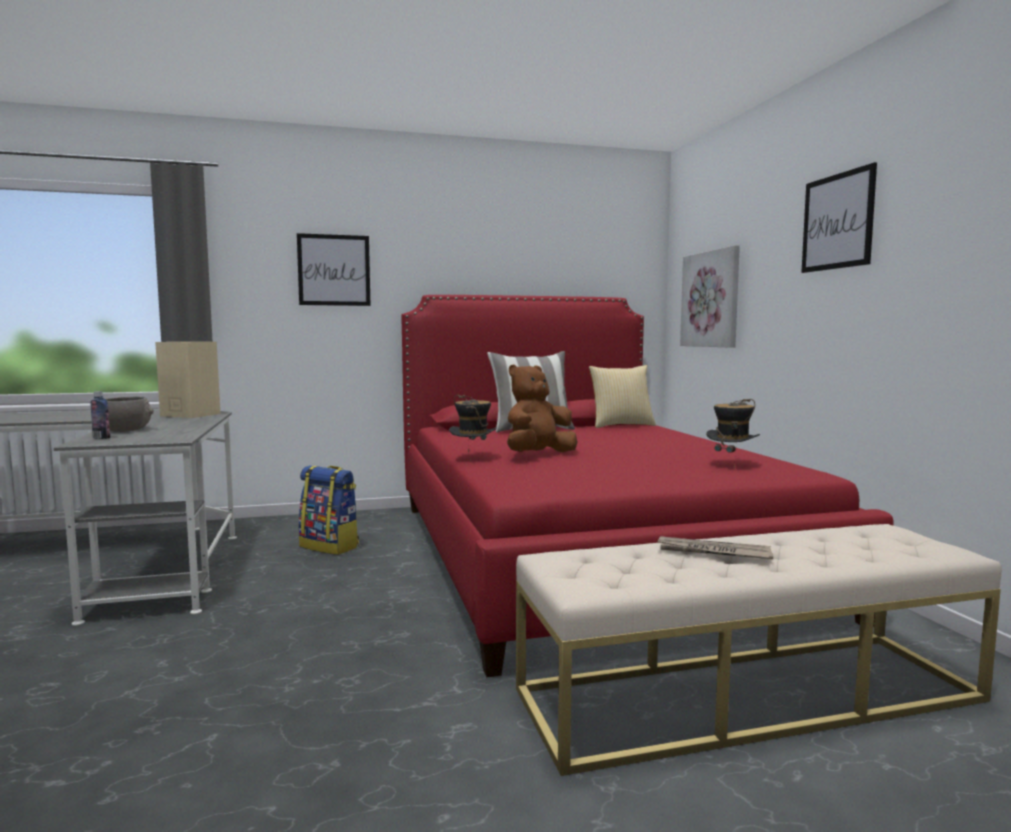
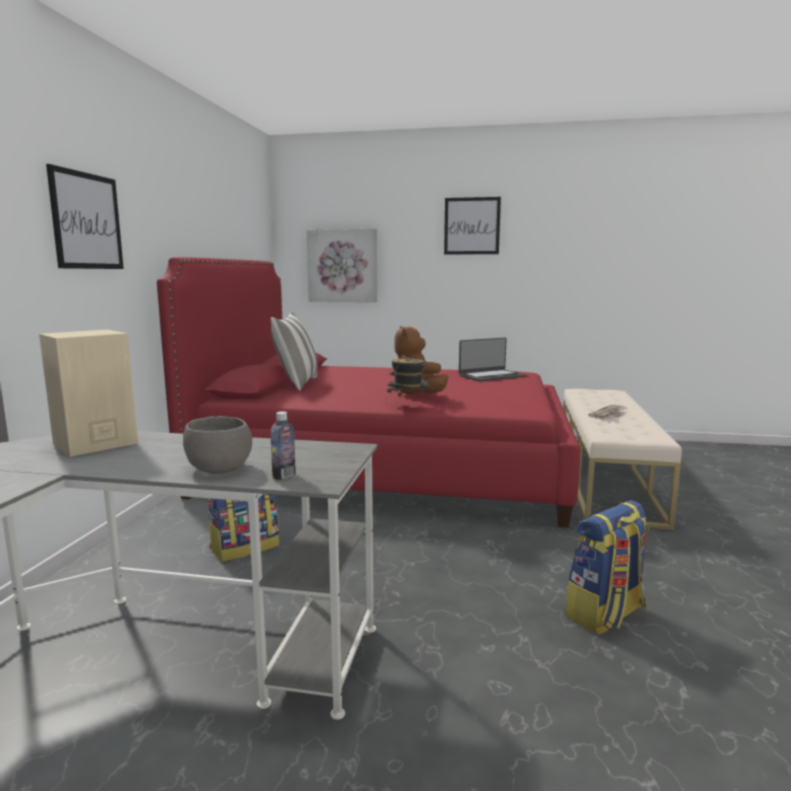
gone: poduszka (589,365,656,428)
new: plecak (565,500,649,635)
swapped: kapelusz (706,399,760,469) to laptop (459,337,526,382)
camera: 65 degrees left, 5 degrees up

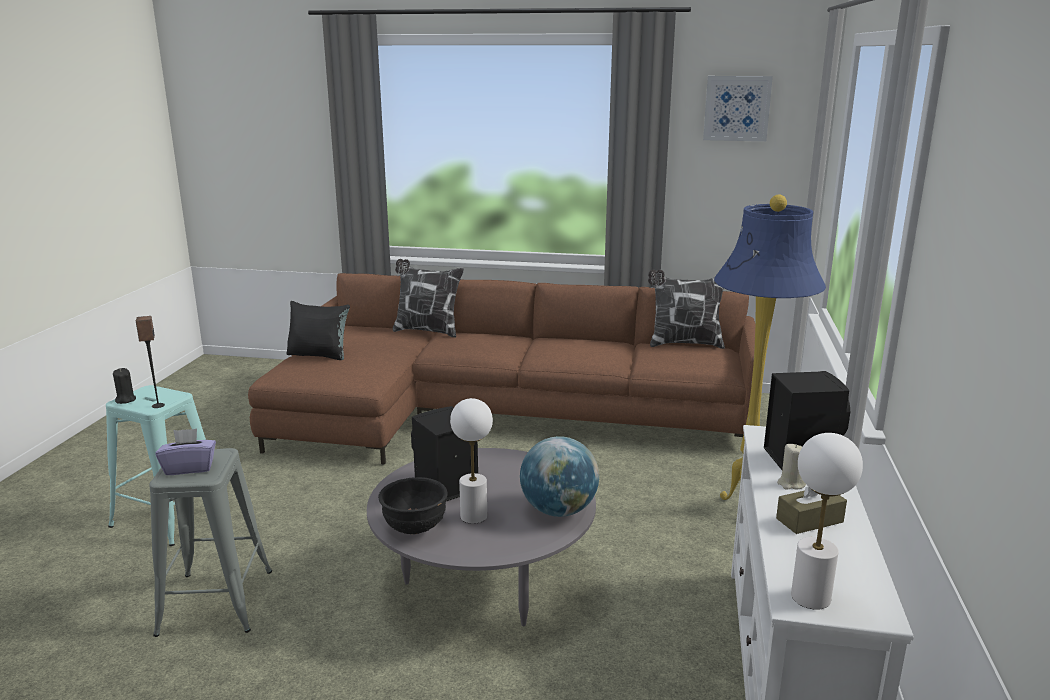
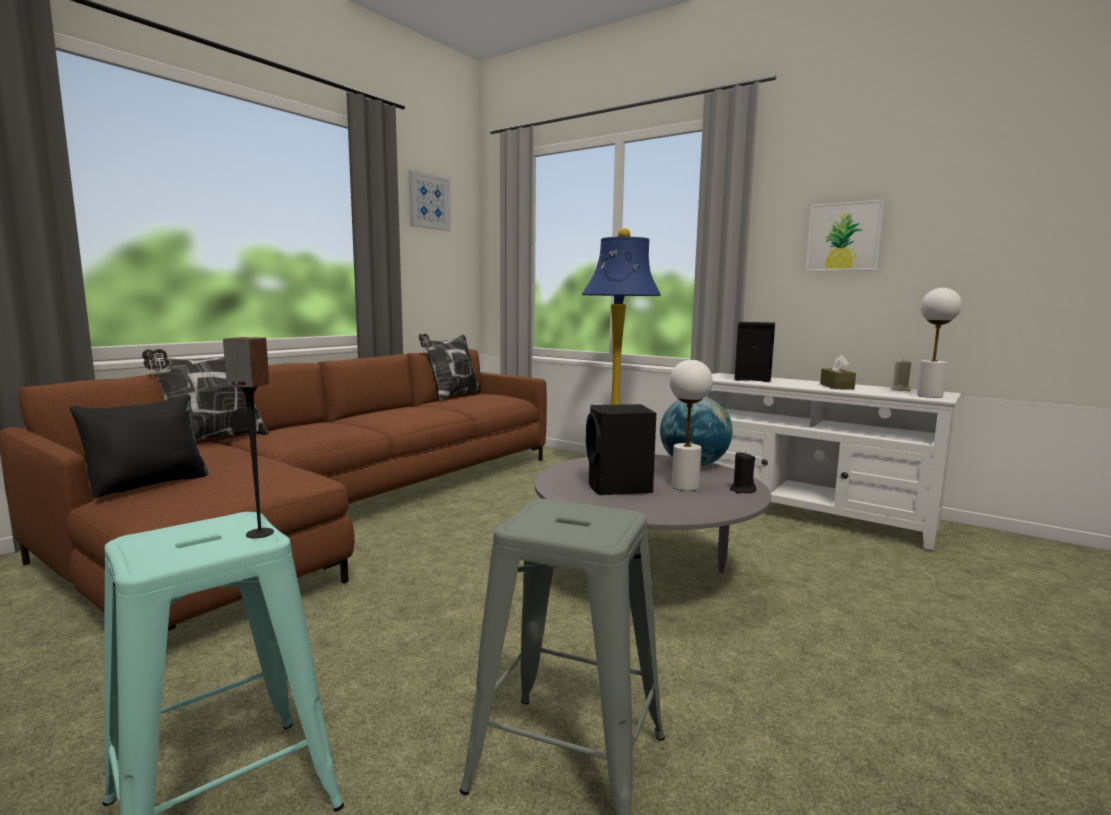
gone: pudełko chusteczek/fioletowy (155,428,216,475); miska/czarny (378,477,448,534)
new: obraz (806,199,885,271)
shifted: świeca/czarny (113,368,136,404) to (730,451,756,493); świeca/beżowy (777,444,806,490) to (891,360,911,391)
camera: 65 degrees left, 10 degrees down

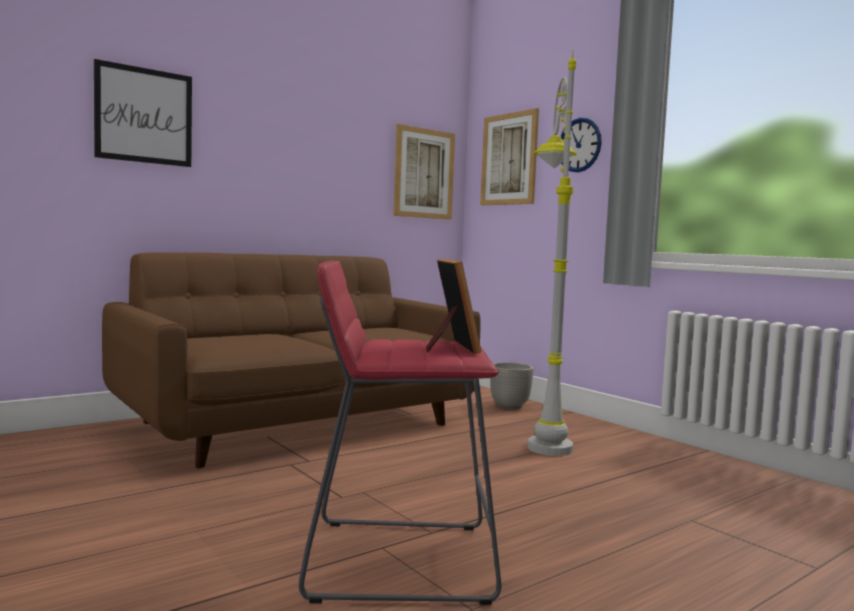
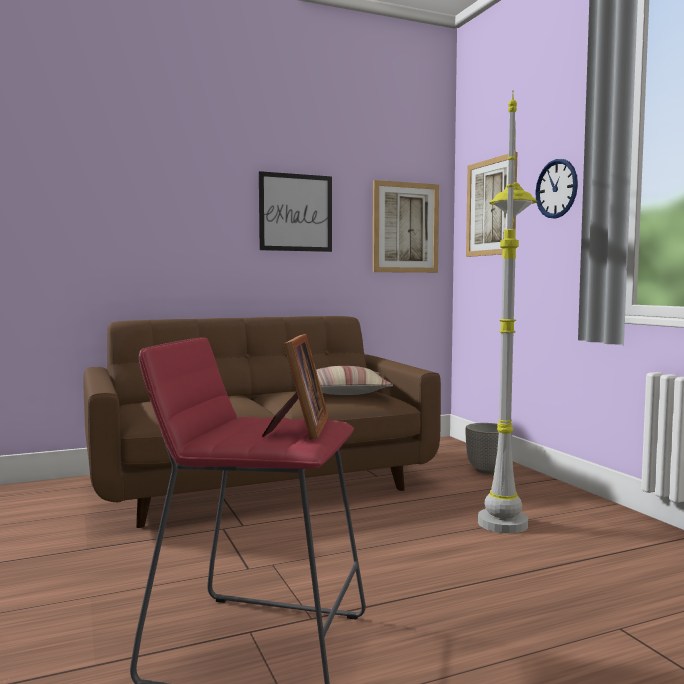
new: poduszka (316,366,393,395)
shifted: obraz (94,59,192,167) to (259,171,332,252)
camera: 15 degrees right, 0 degrees up

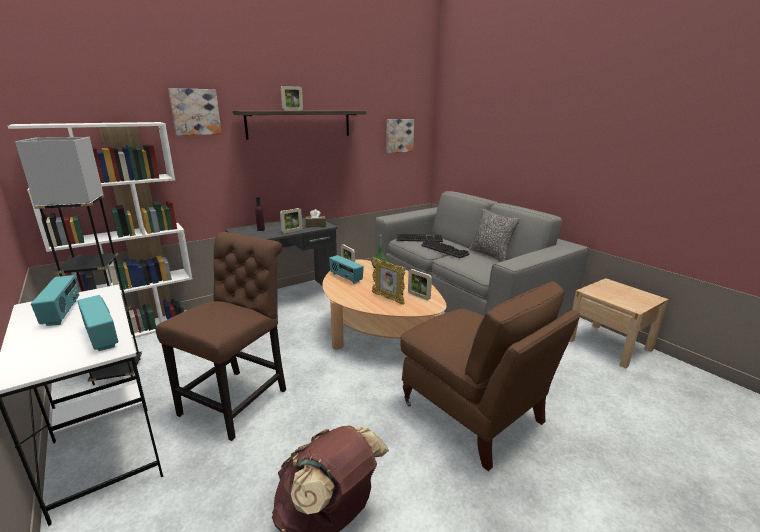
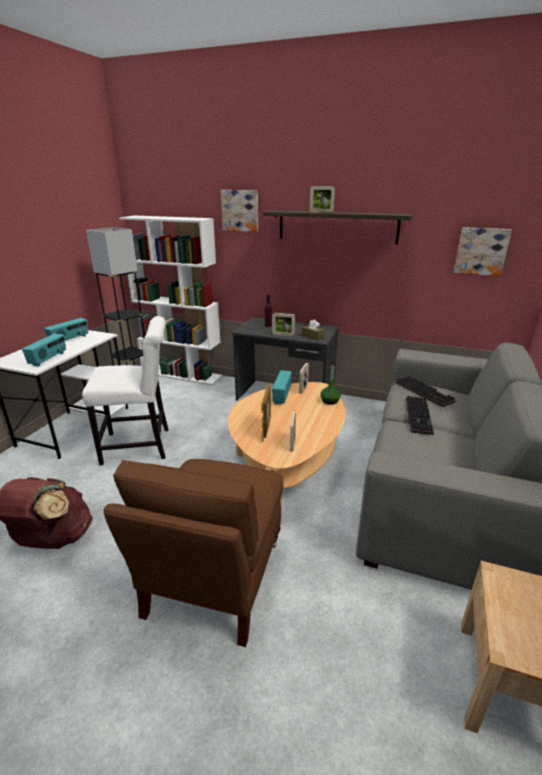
gone: poduszka (469,209,520,262)
repainted: krzesło/brązowy (155,232,286,441) to krzesło/biały (82,316,169,465)
camera: 55 degrees right, 5 degrees up

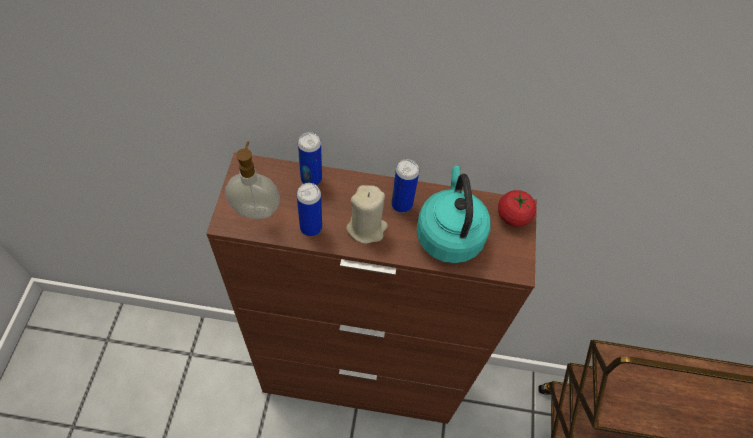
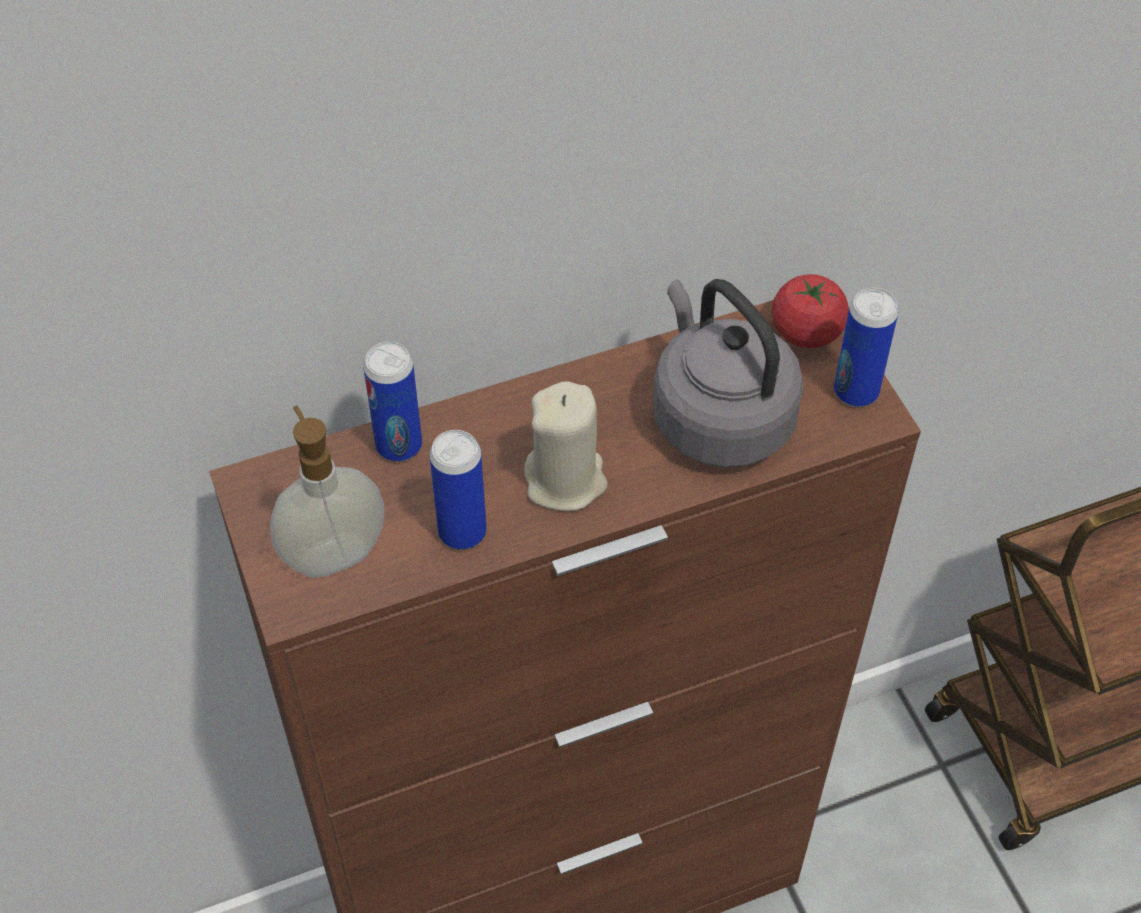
shifted: puszka (391,159,419,213) to (834,288,898,407)
repainted: czajnik/turkusowy (416,166,491,263) to czajnik/szary (653,279,804,468)
camera: 25 degrees left, 5 degrees down

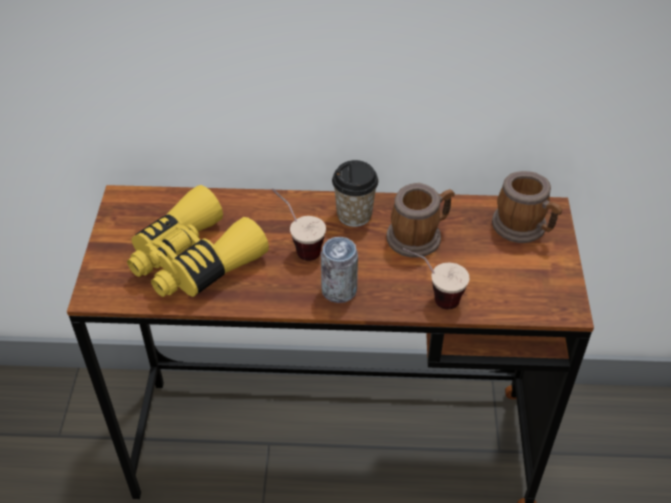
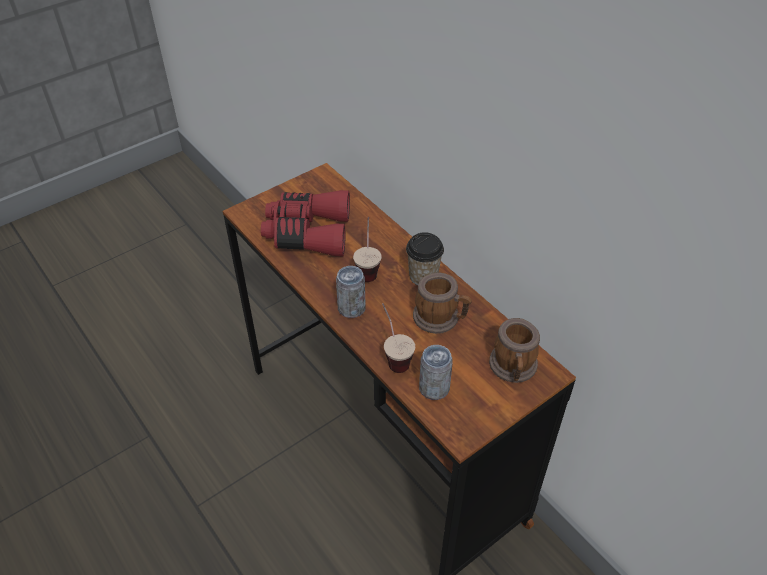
new: puszka (419,345,453,400)
repainted: lornetka/żółty (127,185,269,297) to lornetka/czerwony (261,190,350,256)
camera: 50 degrees right, 0 degrees up

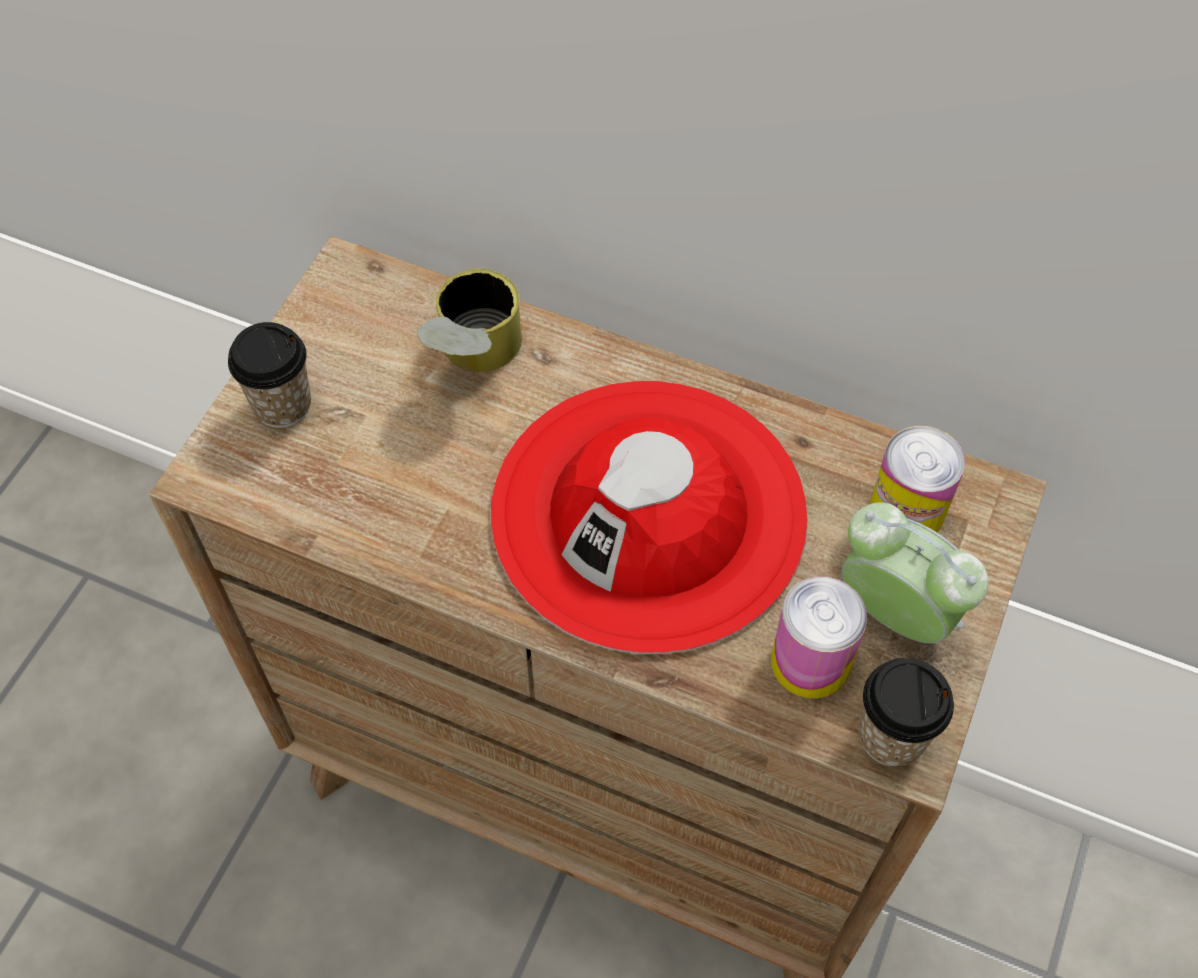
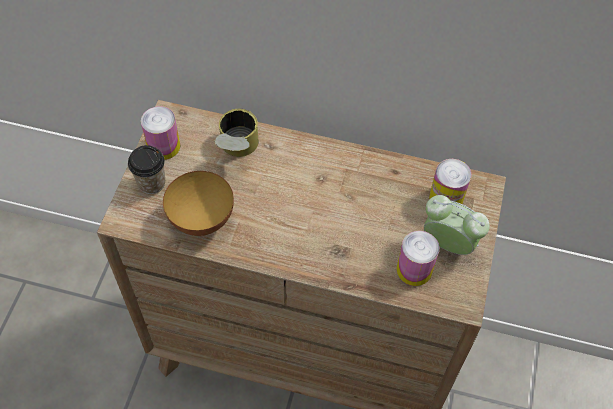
gone: kapelusz/czerwony (491,381,808,654); filiżanka (859,658,954,766)
new: puszka (141,106,180,160); miska (163,171,234,236)
camera: 10 degrees left, 0 degrees up

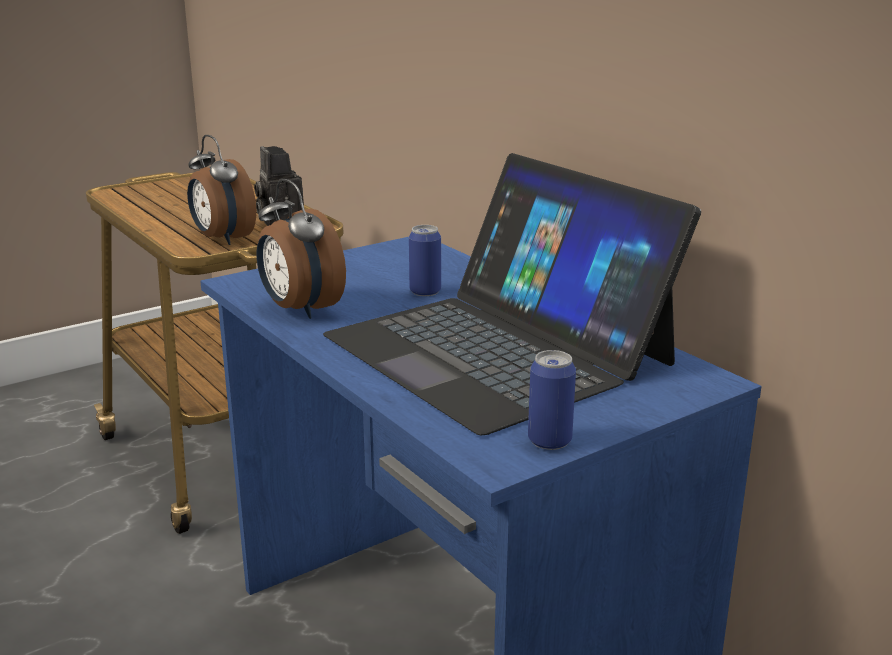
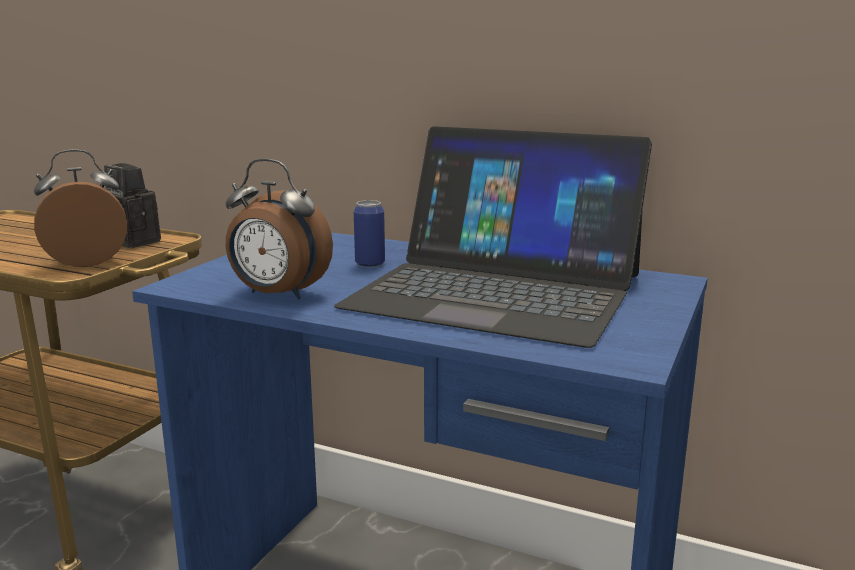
gone: puszka (528,350,576,450)
rotated: budzik (187,135,256,245) = (34,149,127,267) 135 degrees clockwise
camera: 30 degrees left, 5 degrees down

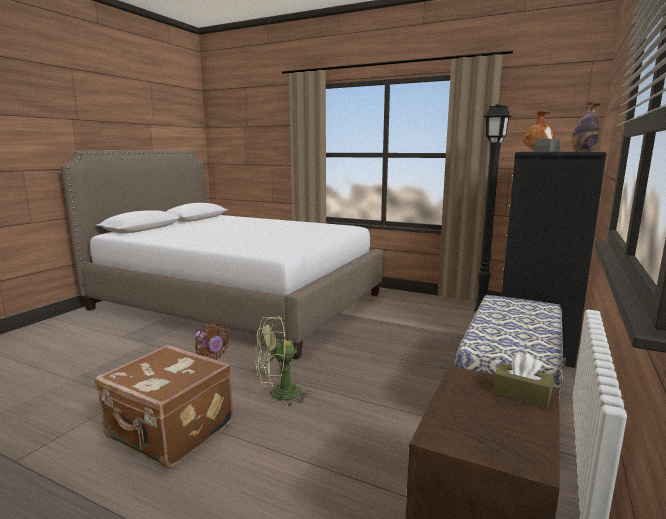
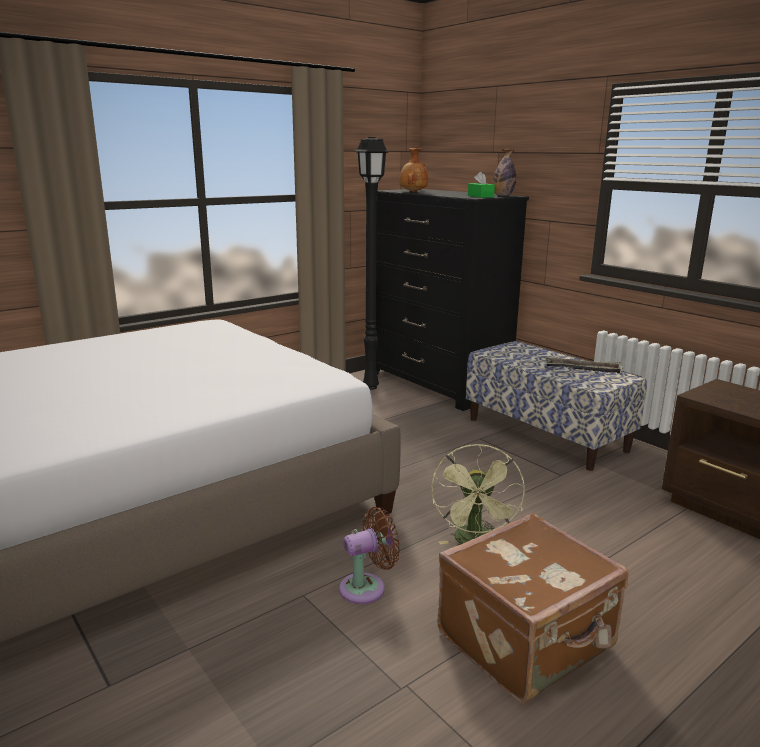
gone: pudełko chusteczek/brązowy (493,353,554,408)
new: taca (545,357,623,374)
repainted: pudełko chusteczek/szary (534,127,561,152) to pudełko chusteczek/zielony (468,172,495,198)
camera: 65 degrees left, 5 degrees up

